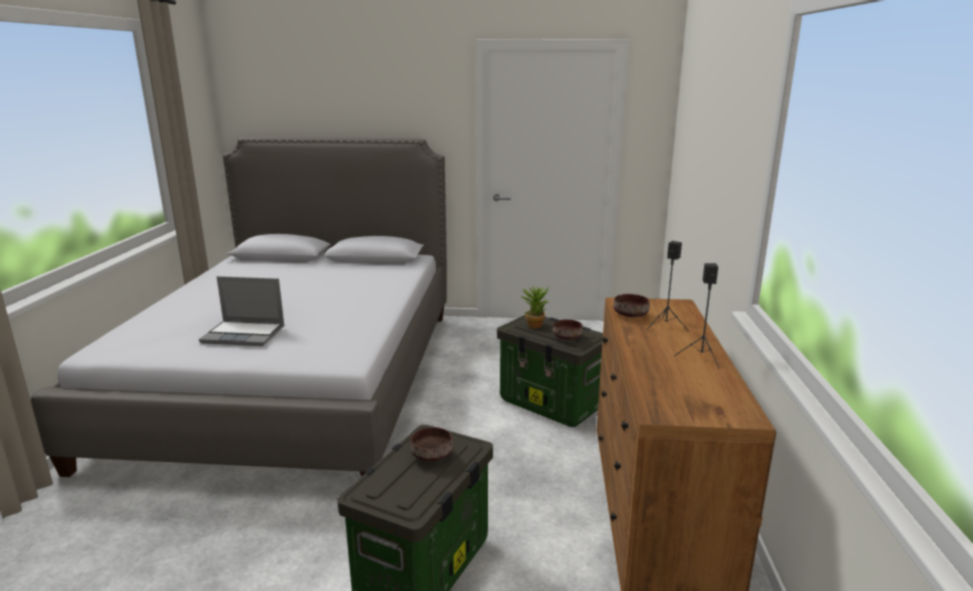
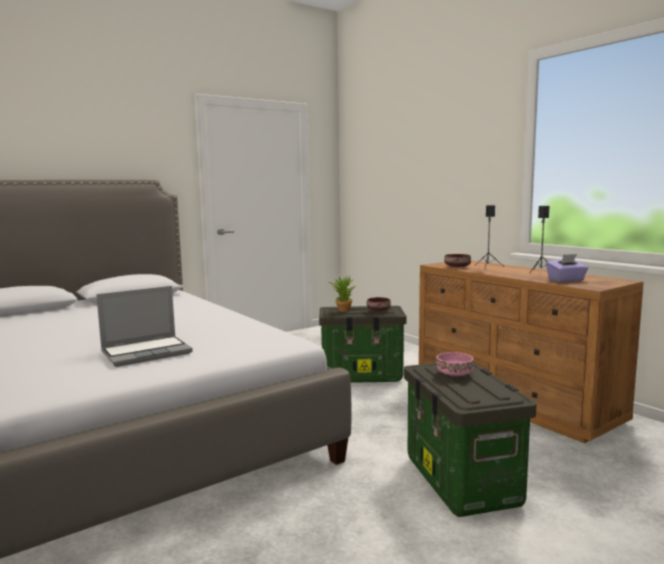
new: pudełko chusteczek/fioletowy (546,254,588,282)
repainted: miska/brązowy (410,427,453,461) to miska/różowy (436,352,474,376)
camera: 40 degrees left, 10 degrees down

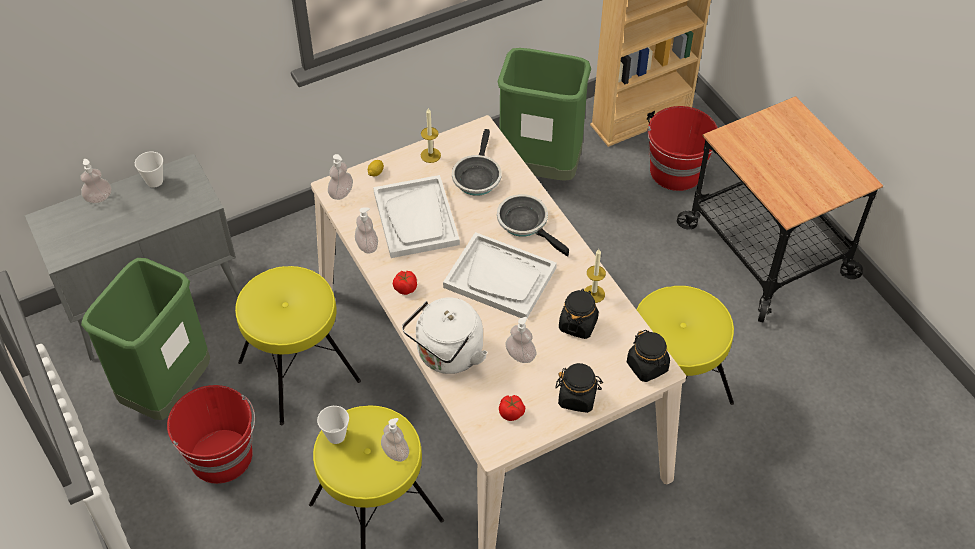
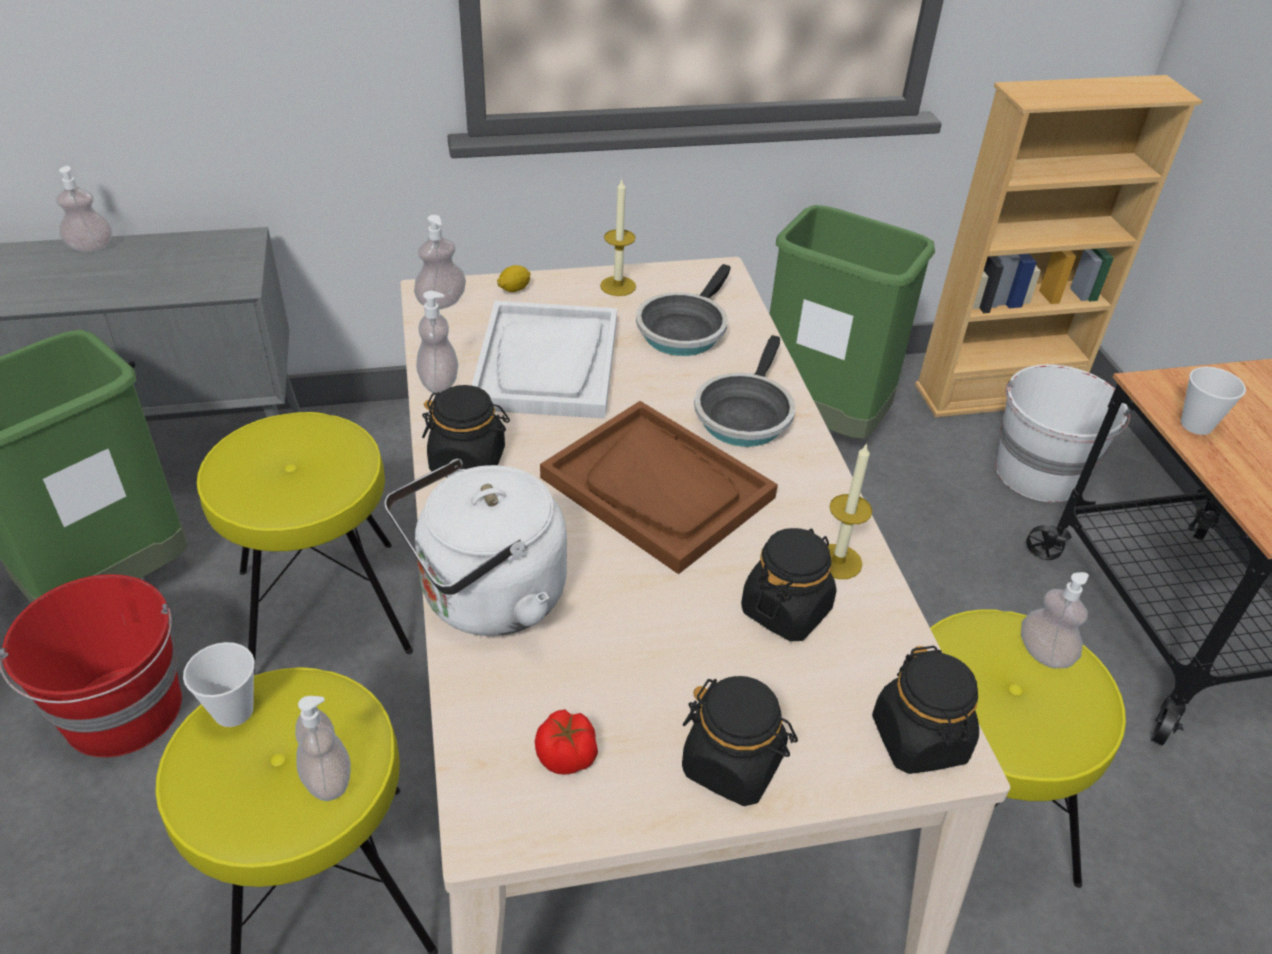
shifted: filiżanka (135,152,163,188) to (1181,367,1246,435); dozownik mydła (506,317,536,363) to (1021,572,1089,668)
swapped: pomidor (393,271,417,295) to słoik/czarny (422,385,510,477)
repainted: taca/biały (443,232,557,318) to taca/brązowy (540,401,778,574); wiadro/czerwony (647,106,718,191) to wiadro/biały (995,364,1131,502)
rotated: patelnia (497,194,569,257) = (694,335,796,447) 135 degrees counterclockwise
camera: 15 degrees right, 10 degrees down

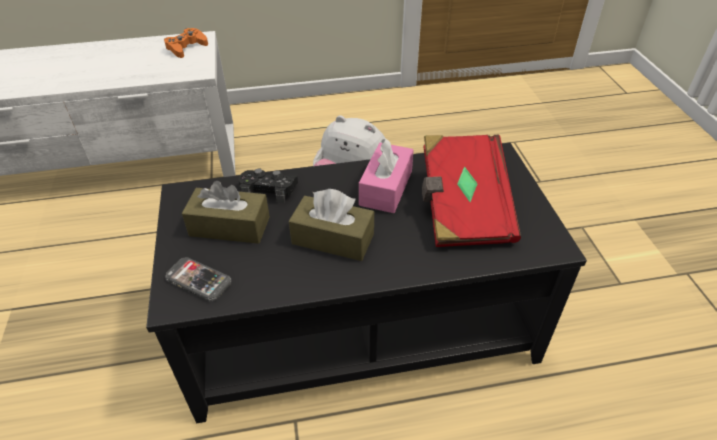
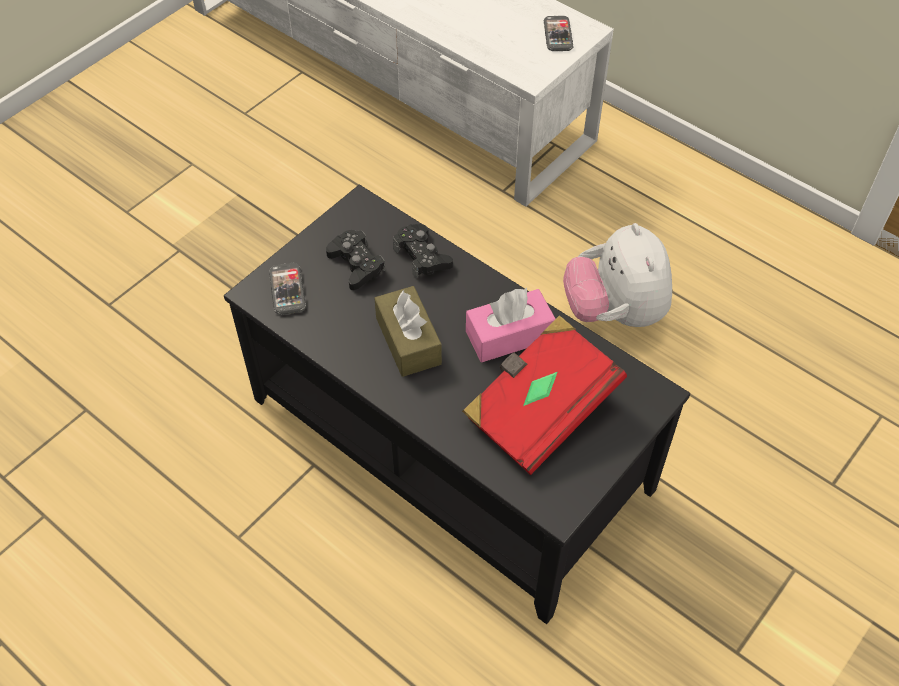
swapped: pad do gier/pomarańczowy (164,28,208,58) to telefon (544,16,573,51); pudełko chusteczek/brązowy (182,181,270,244) to pad do gier/czarny (326,230,386,290)
camera: 50 degrees right, 10 degrees up

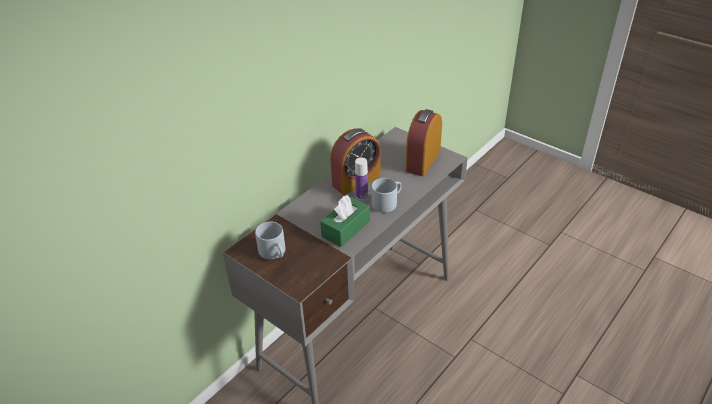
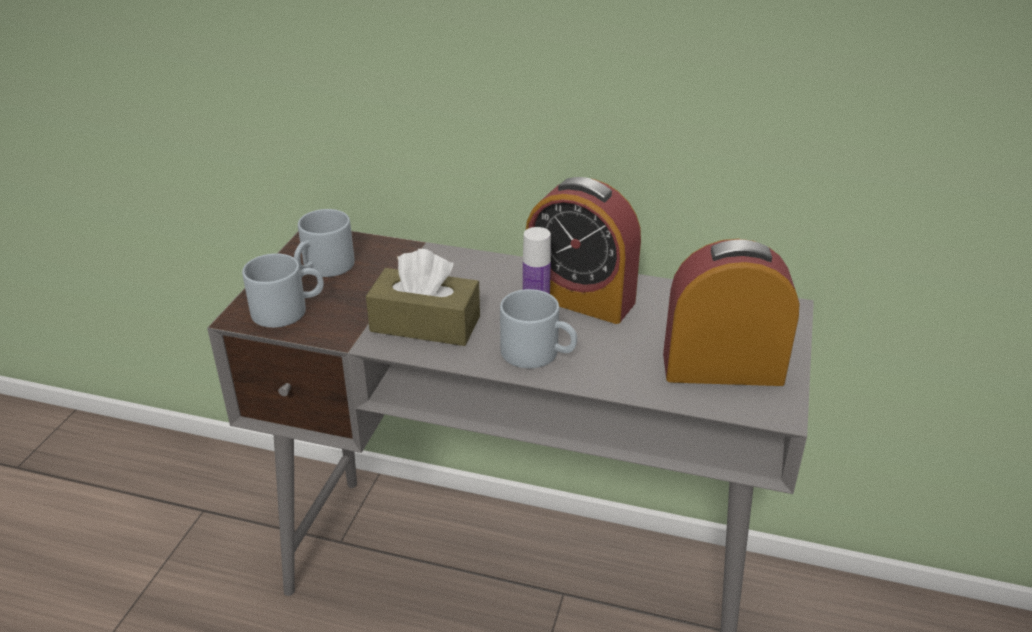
new: kubek/szary (242,253,324,328)
repainted: pudełko chusteczek/zielony (320,195,370,247) to pudełko chusteczek/brązowy (366,249,480,346)
camera: 65 degrees right, 5 degrees down

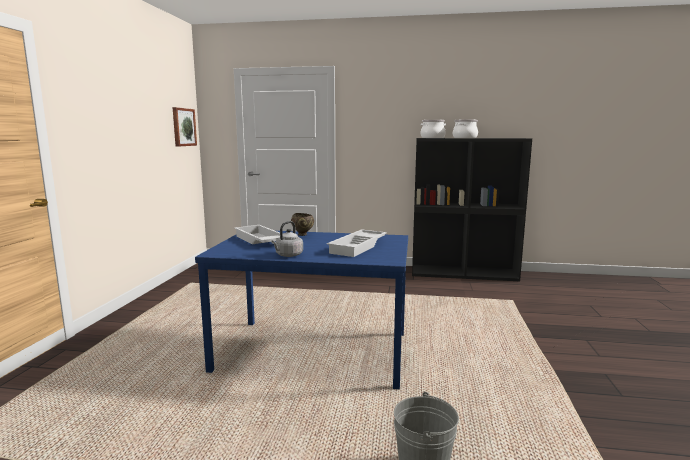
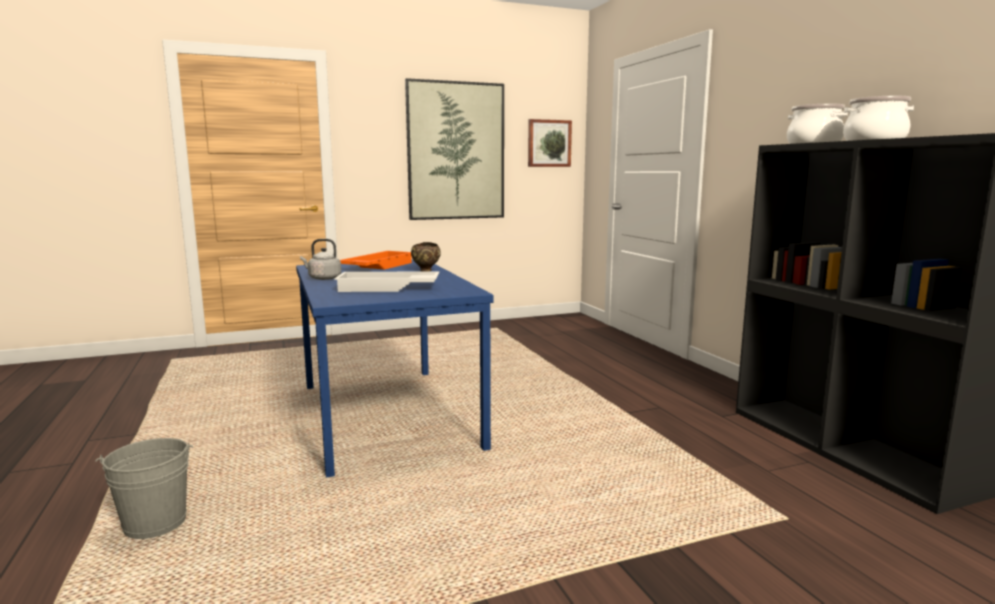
new: obraz (405,78,504,220)
repainted: taca/biały (234,225,280,244) to taca/pomarańczowy (340,251,412,269)
camera: 60 degrees right, 0 degrees up

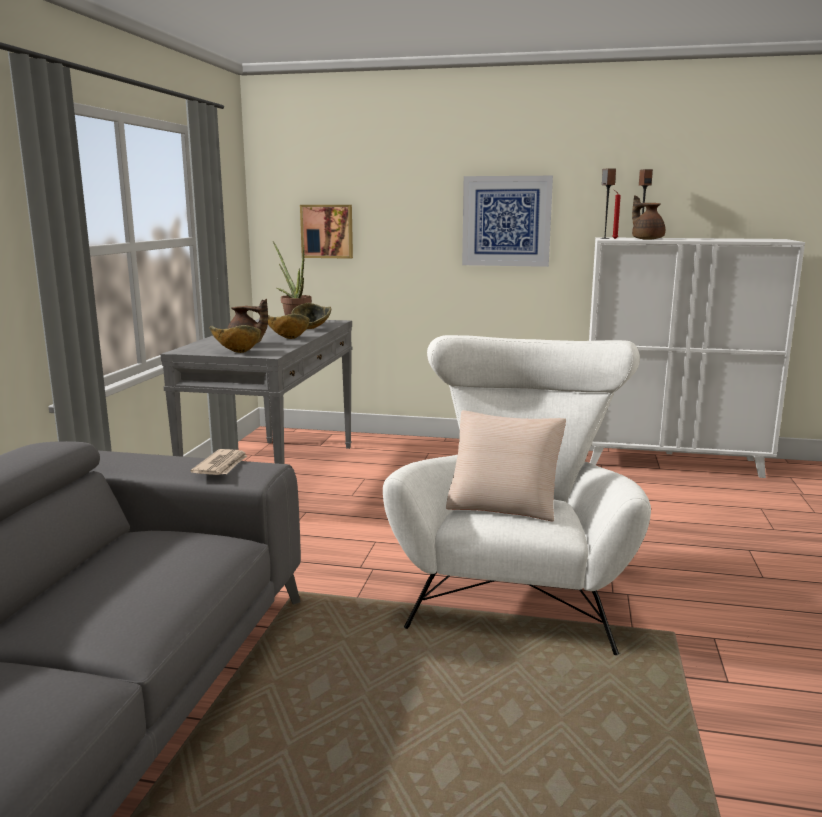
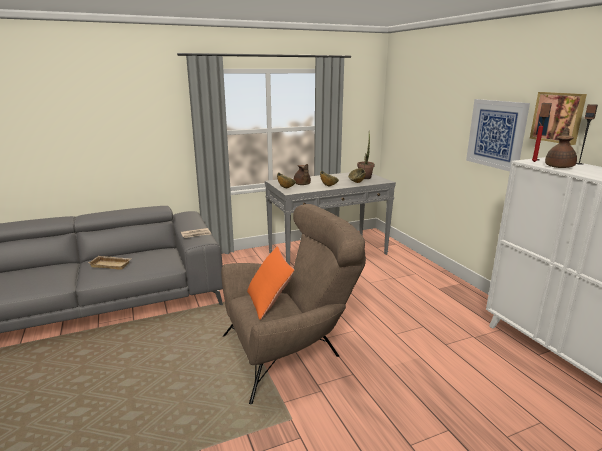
new: taca/beżowy (88,256,131,270)
shifted: obraz (300,205,353,259) to (530,92,587,145)
repainted: fotel/biały (383,335,651,655) to fotel/brązowy (221,204,366,404); poduszka/beżowy (446,410,566,522) to poduszka/pomarańczowy (247,246,294,320)
camera: 55 degrees right, 5 degrees up

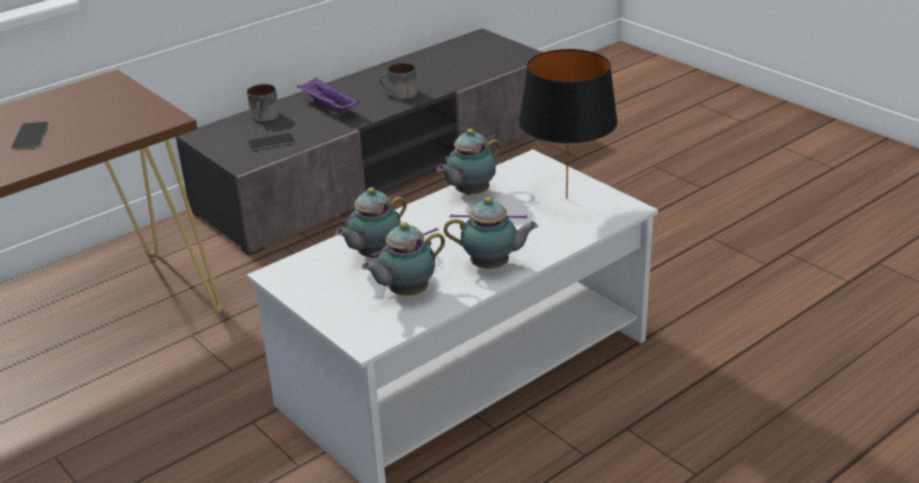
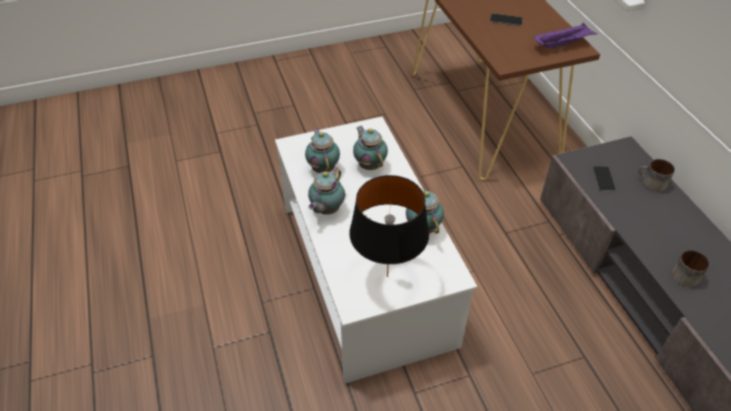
shifted: taca/fioletowy (297,77,360,113) to (534,23,597,49)
camera: 110 degrees right, 15 degrees up

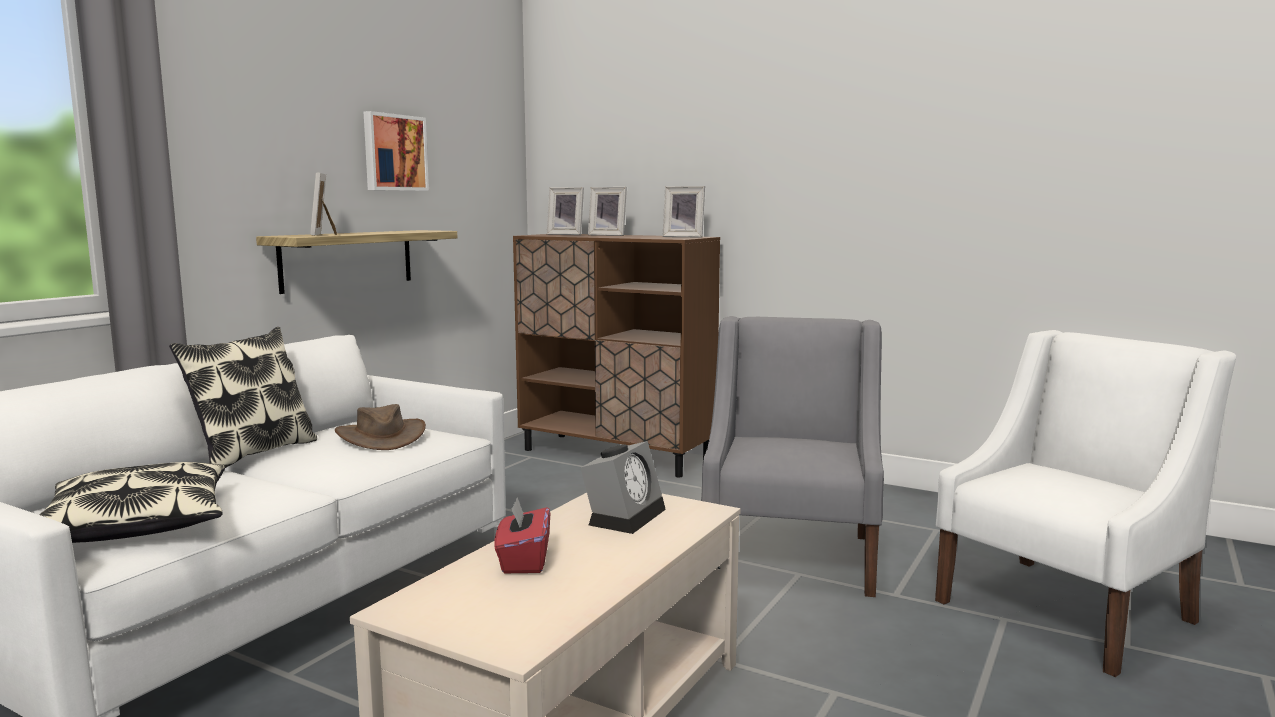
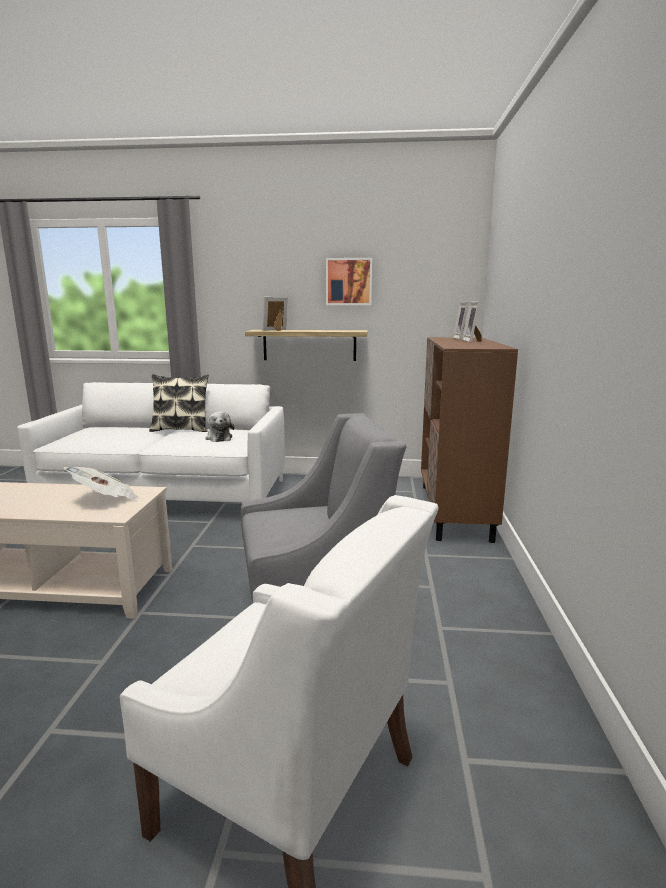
gone: poduszka (40,462,225,543); pudełko chusteczek/czerwony (494,497,550,573); ramka na zdjęcie (662,186,705,238)
swapped: kapelusz/brązowy (335,404,426,450) to pluszak (205,411,234,442); budzik (580,441,666,534) to gazeta (64,467,140,499)
camera: 65 degrees right, 5 degrees up

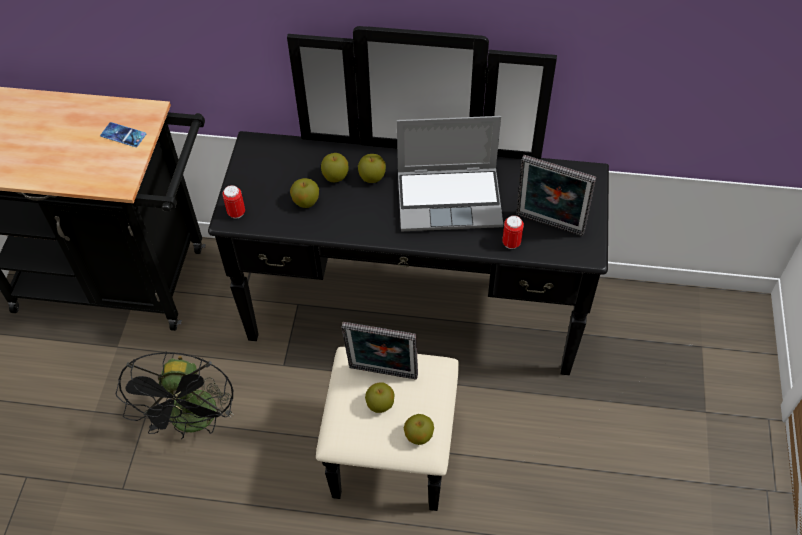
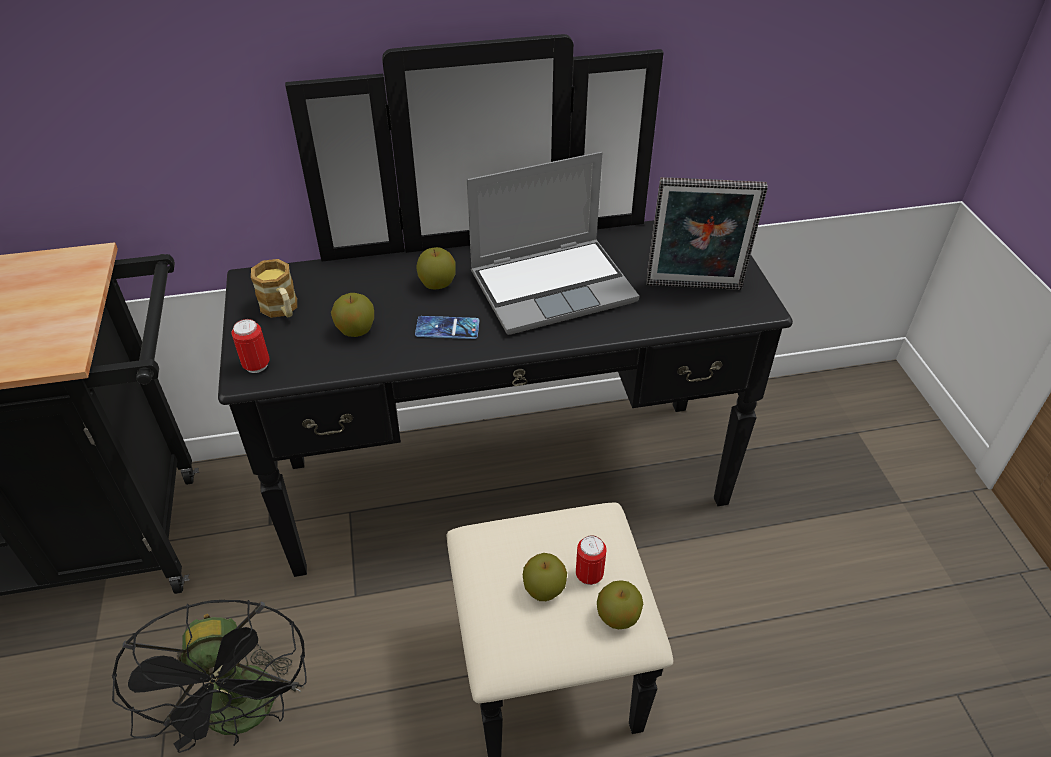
gone: jabłko (321,153,348,183); ramka na zdjęcie (342,322,418,380)
new: kubek (251,259,297,318)
shifted: telefon (100,122,146,147) to (415,316,479,339); puszka (502,215,524,249) to (576,536,607,585)
camera: 20 degrees left, 10 degrees down

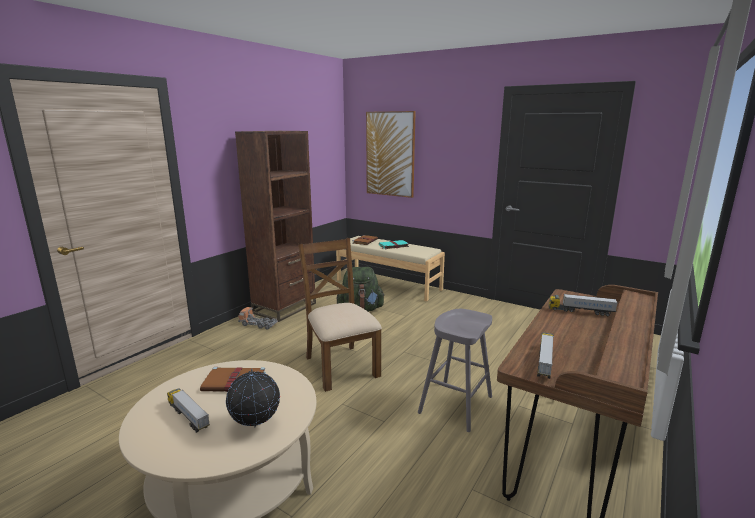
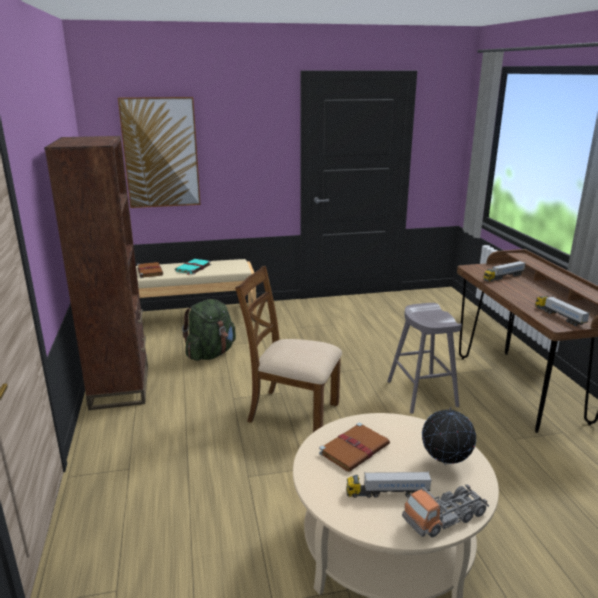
shifted: ciężarówka zabawkowa (238,307,278,330) to (402,484,489,537)
camera: 45 degrees left, 5 degrees up

